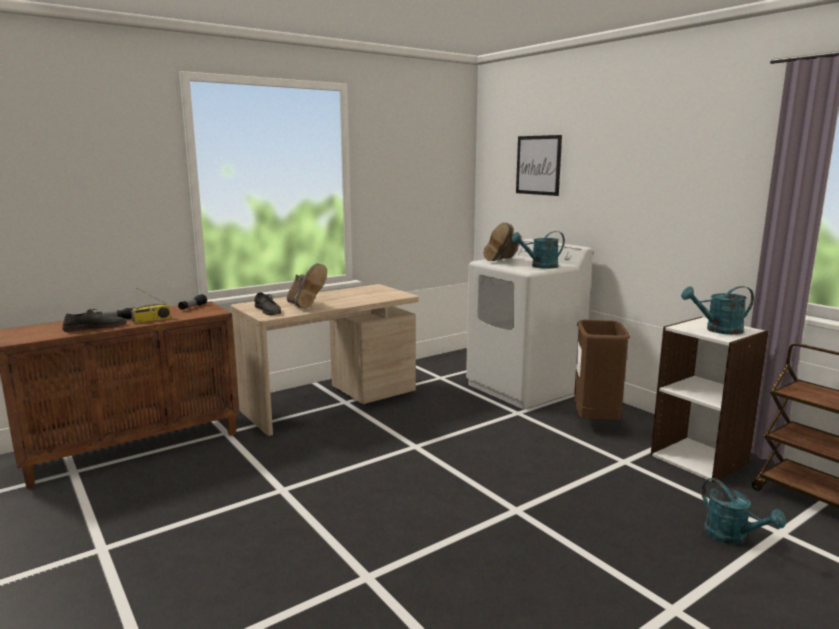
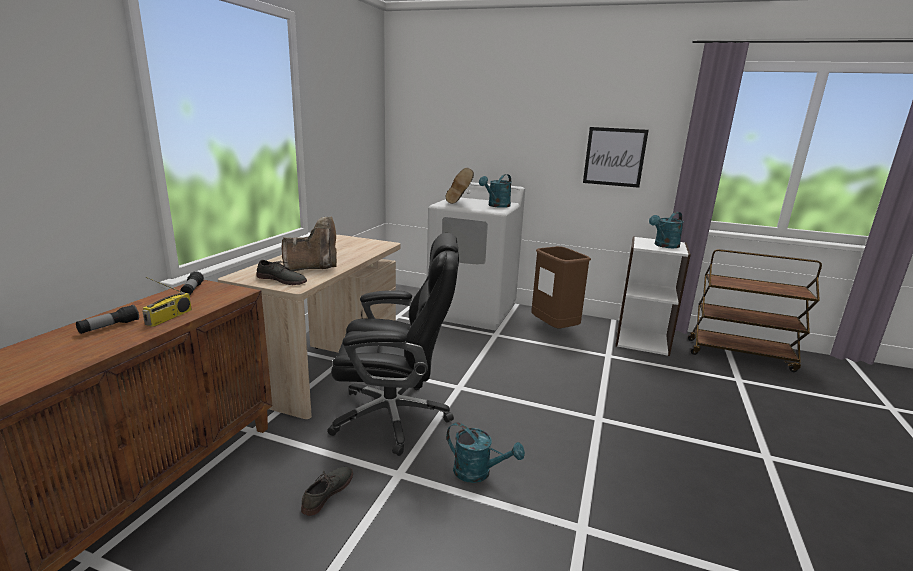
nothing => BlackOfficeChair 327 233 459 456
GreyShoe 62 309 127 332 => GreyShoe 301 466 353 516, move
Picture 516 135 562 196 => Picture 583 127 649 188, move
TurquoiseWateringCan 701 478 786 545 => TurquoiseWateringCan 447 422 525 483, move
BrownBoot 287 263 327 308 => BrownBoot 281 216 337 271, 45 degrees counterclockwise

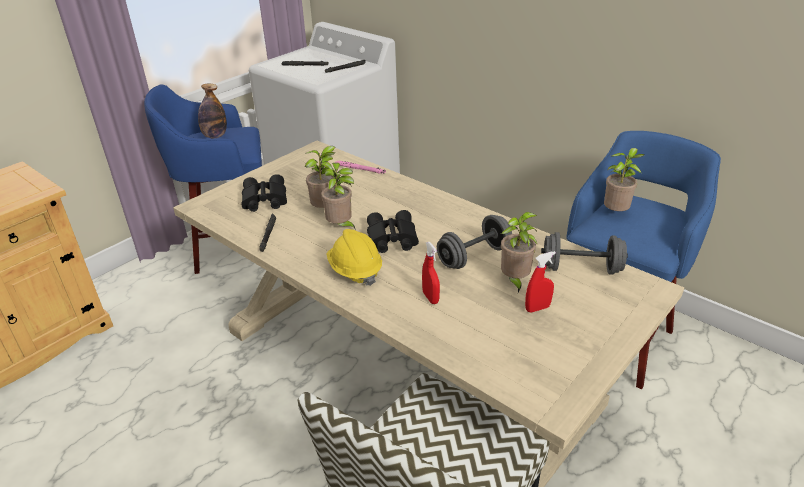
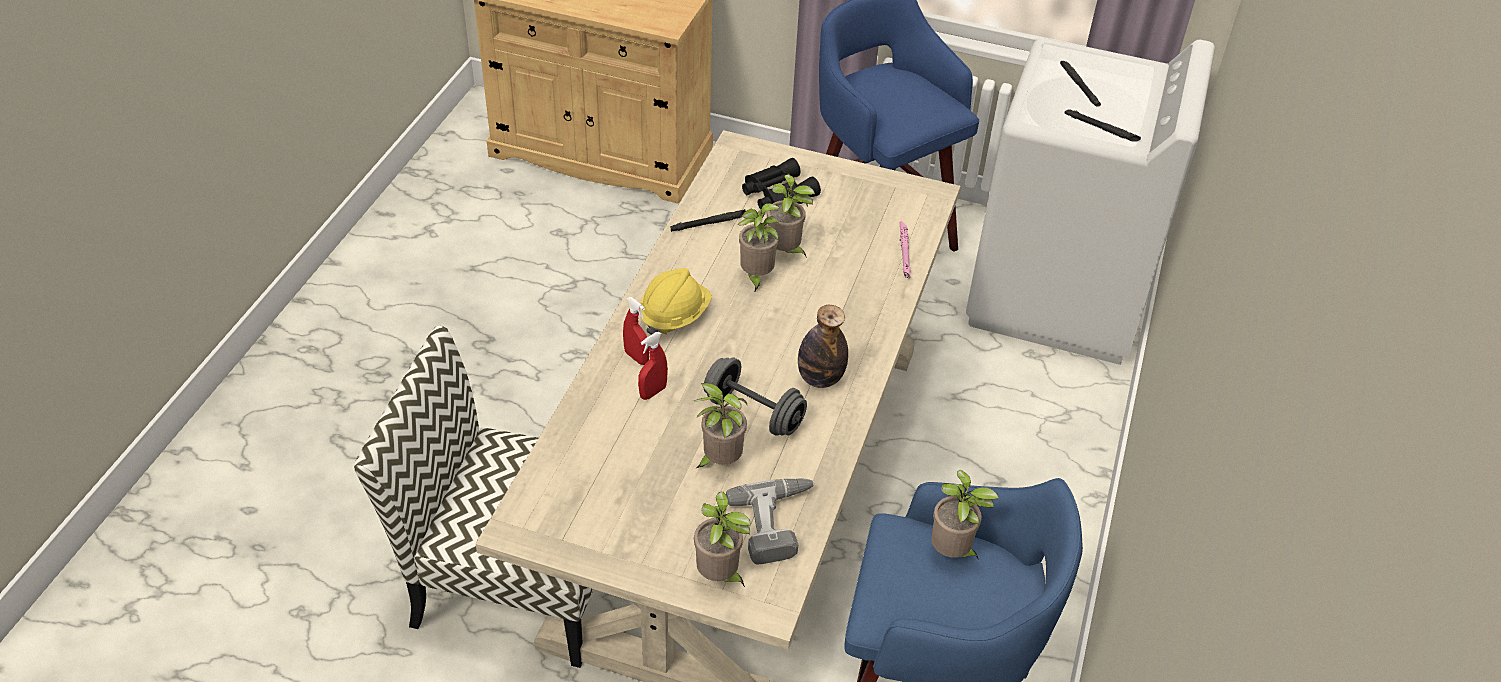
BlackBinoculars 367 210 419 253 => nothing
nothing => PottedPlant 694 492 751 587
Bottle 198 84 227 138 => Bottle 798 305 848 388, move
RedSprayBottle 525 251 556 313 => RedSprayBottle 623 297 649 365, move
GreyDumbbell 541 232 628 275 => PowerDrill 726 478 815 565

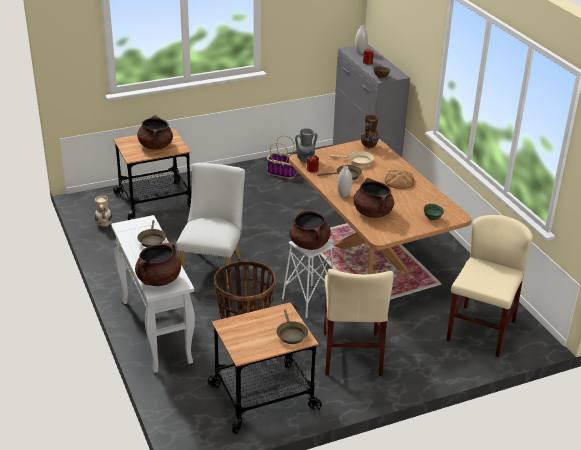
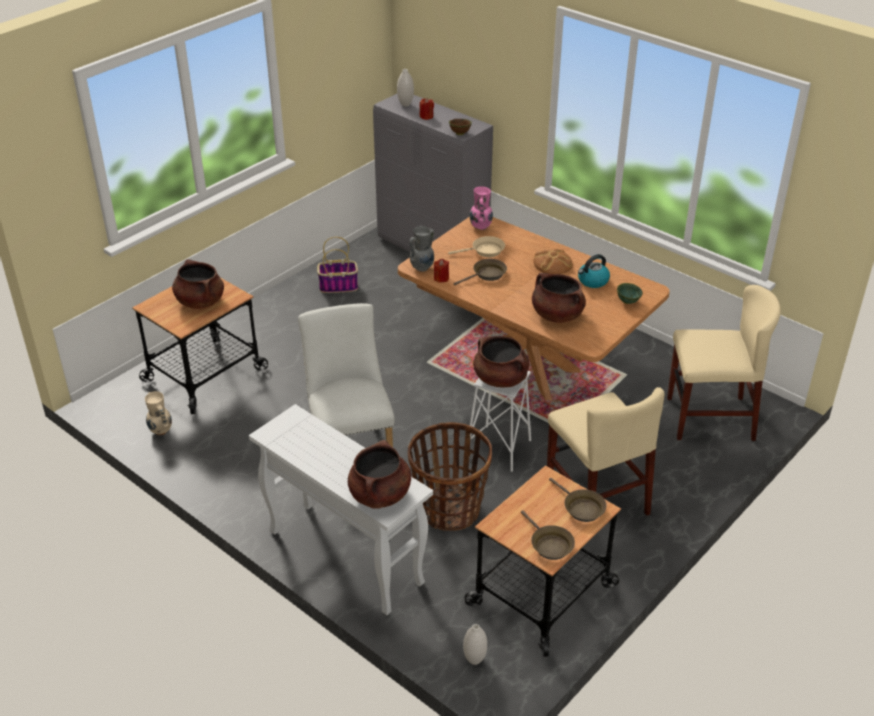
nothing => Kettle 578 254 610 288
BrownFryingPan 137 220 166 247 => BrownFryingPan 521 510 575 560, move
WhiteVase 337 166 352 197 => WhiteVase 463 624 487 665, move
BrownVase 361 115 379 149 => PinkVase 470 186 493 230
BeigeChair 446 215 533 357 => BeigeChair 667 285 781 441, 90 degrees clockwise

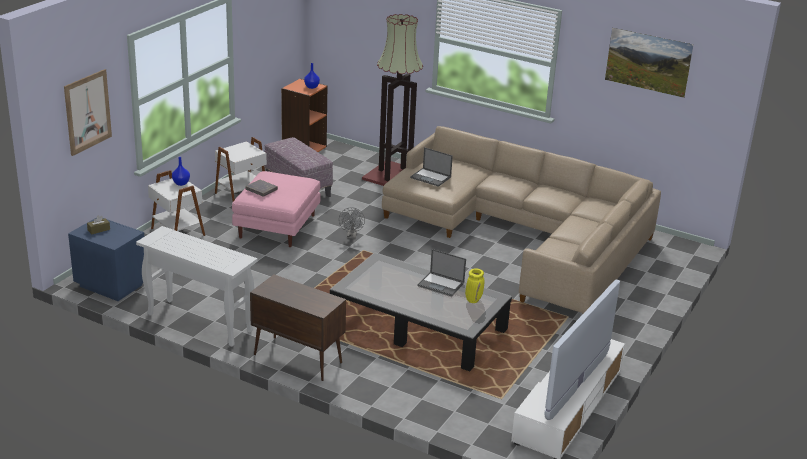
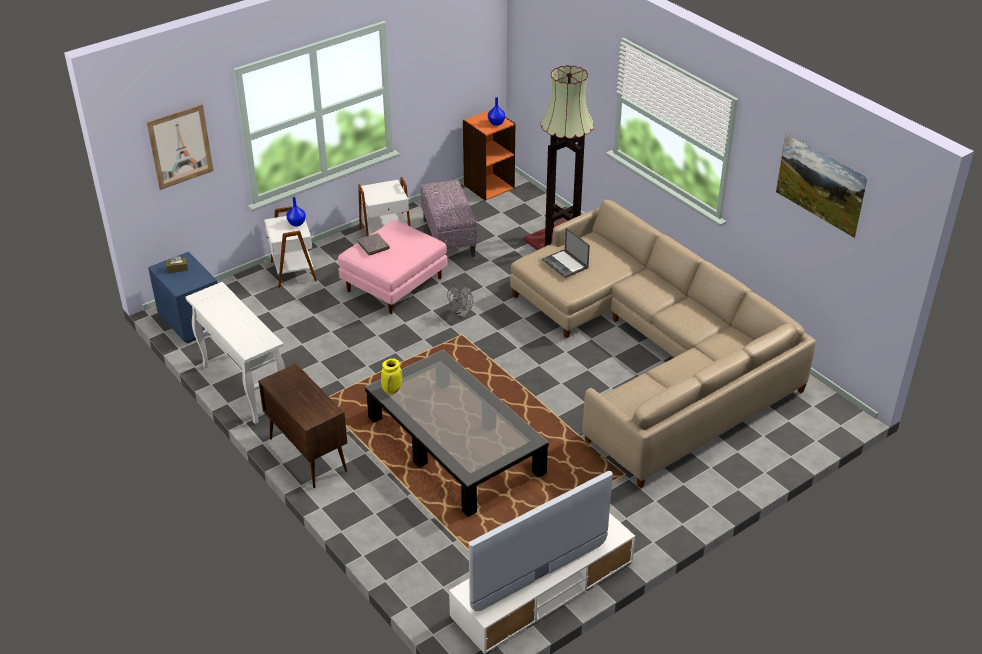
Laptop 417 249 466 296 => nothing
YellowVase 465 268 485 303 => YellowVase 381 358 403 394, move

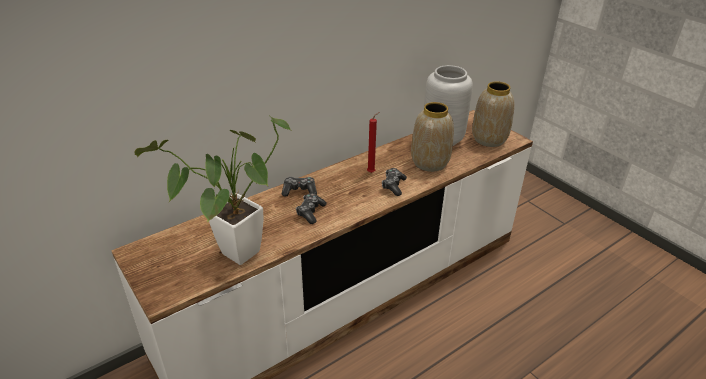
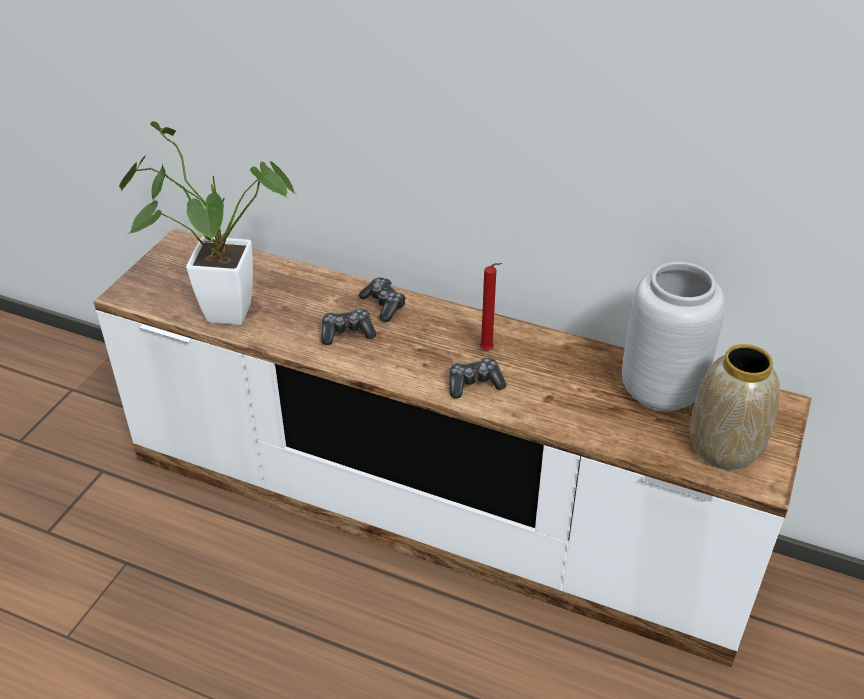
Vase 411 102 454 172 => nothing

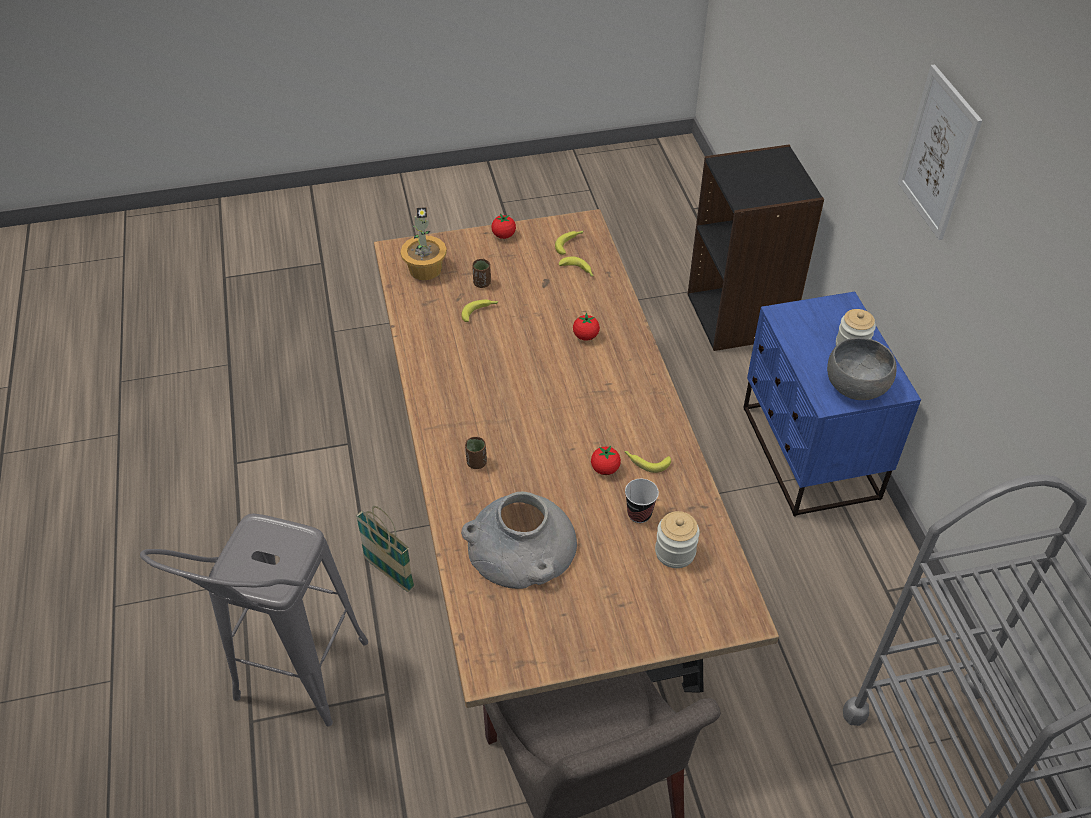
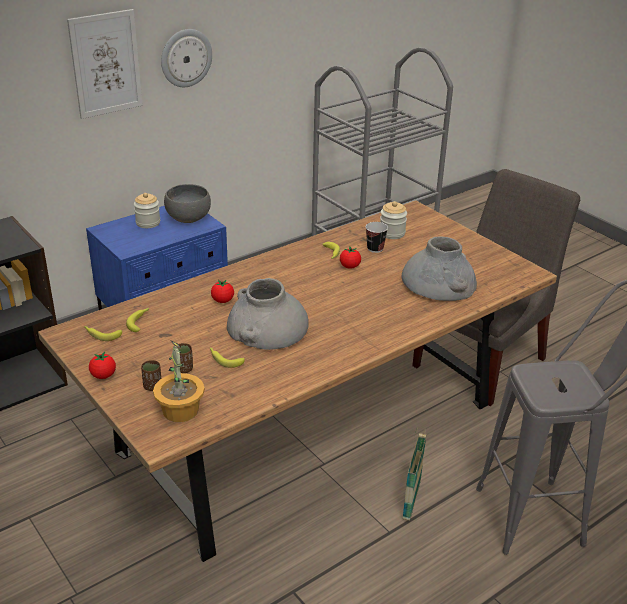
nothing => WallClock 161 29 212 87
nothing => GreyVase 227 278 309 350
BrownCup 465 437 487 469 => BrownCup 141 360 161 391, move

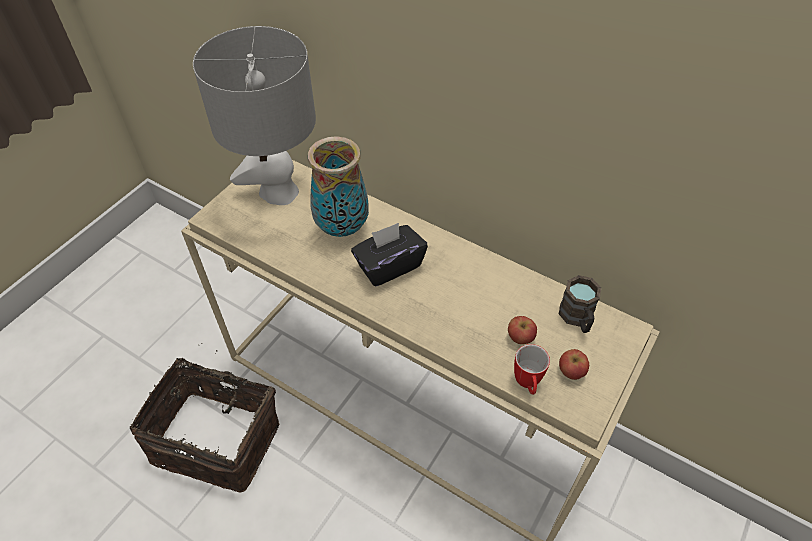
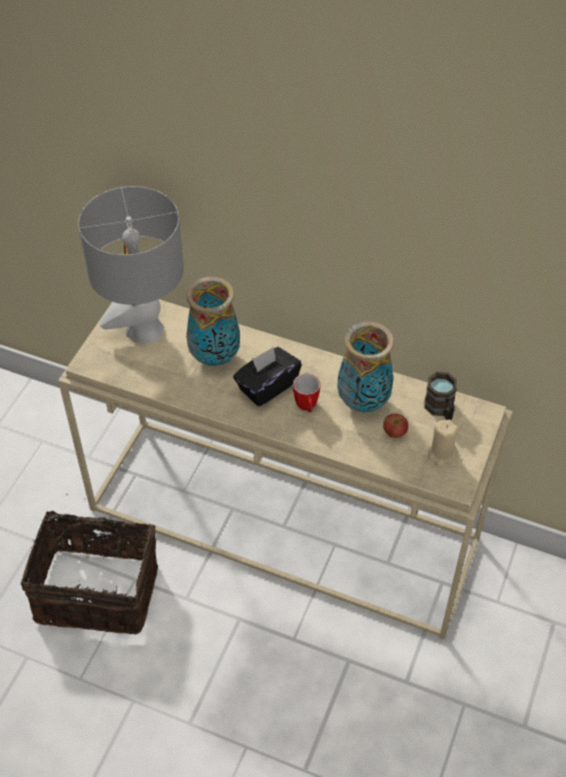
nothing => Vase 338 321 394 412
Mug 514 344 550 395 => Mug 293 374 320 412, move
Apple 559 349 589 380 => BeigeCandle 428 420 459 467

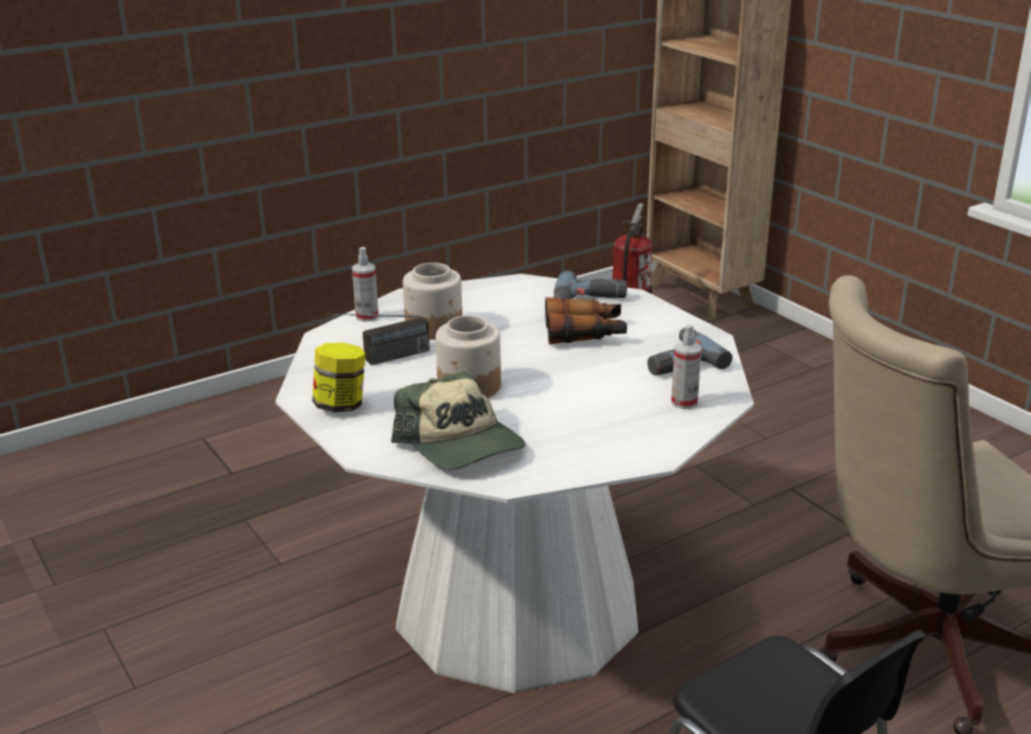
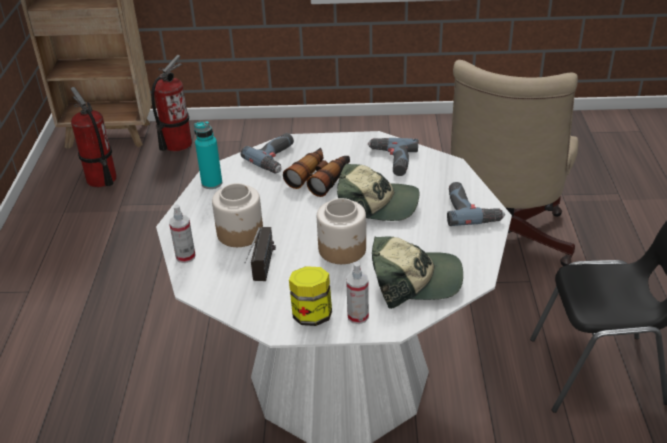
nothing => FireExtinguisher 151 55 192 152
nothing => TurquoiseBottle 194 121 222 189
nothing => Cap 337 164 419 221
nothing => PowerDrill 447 182 505 226
SprayBottle 671 324 702 409 => SprayBottle 346 262 369 324, move

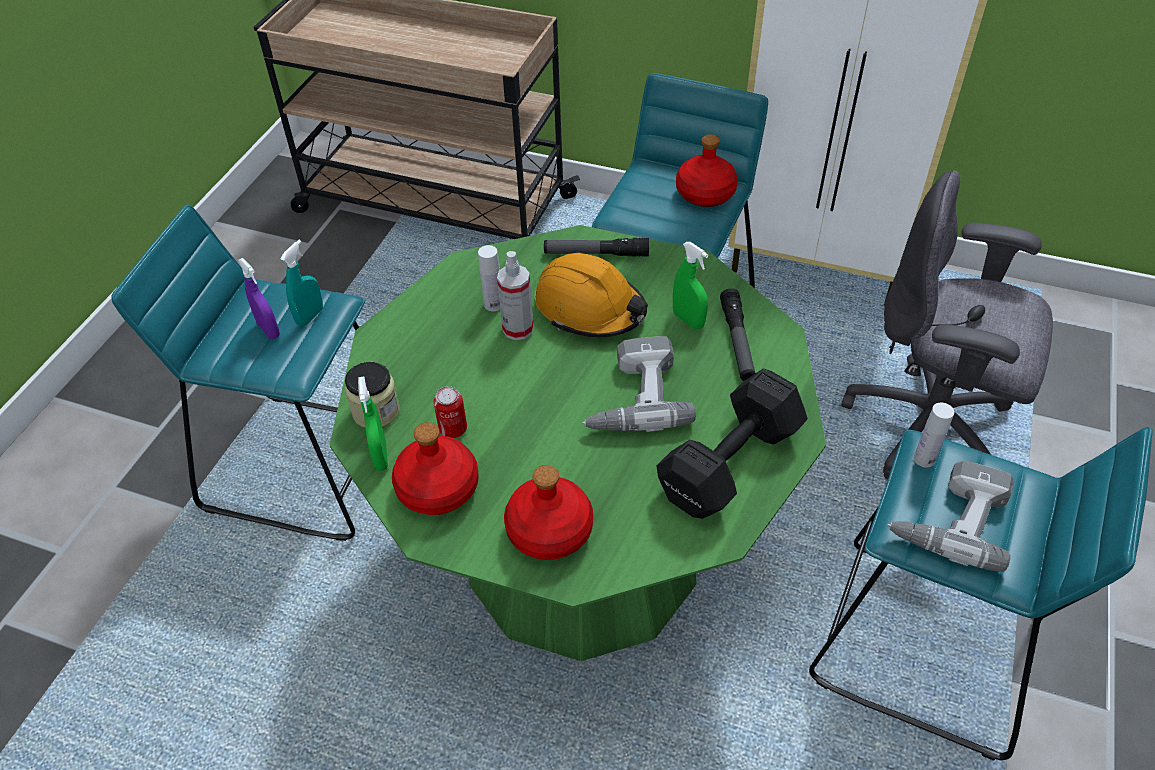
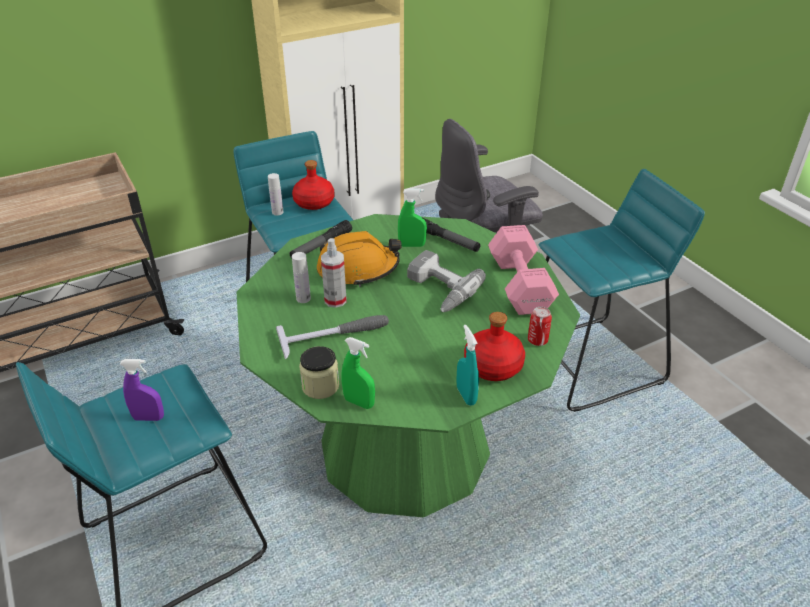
RedBottle 392 422 479 515 => nothing
PowerDrill 887 461 1014 572 => nothing
nothing => Hammer 276 315 389 360
TurquoiseSprayBottle 280 240 323 327 => TurquoiseSprayBottle 456 325 479 406, move
Can 434 386 467 438 => Can 528 307 552 346, move
WhiteBottle 914 403 954 468 => WhiteBottle 268 173 283 216, move
BlackDumbbell 656 369 808 519 => PinkDumbbell 488 225 559 315

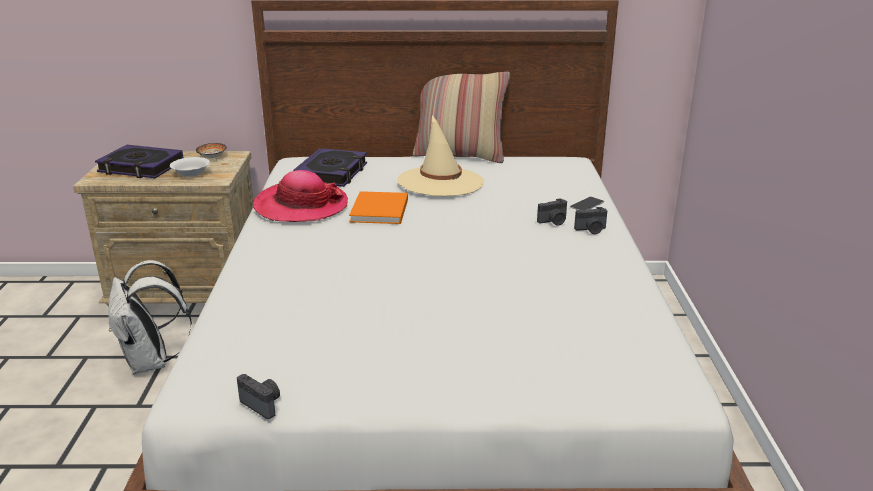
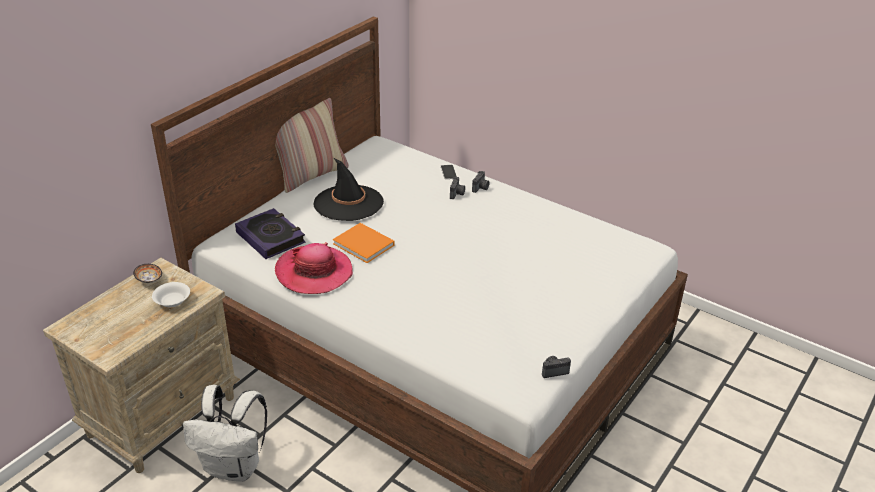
Book 95 145 183 178 => nothing
BeigeHat 397 115 484 196 => BlackHat 314 158 384 221

